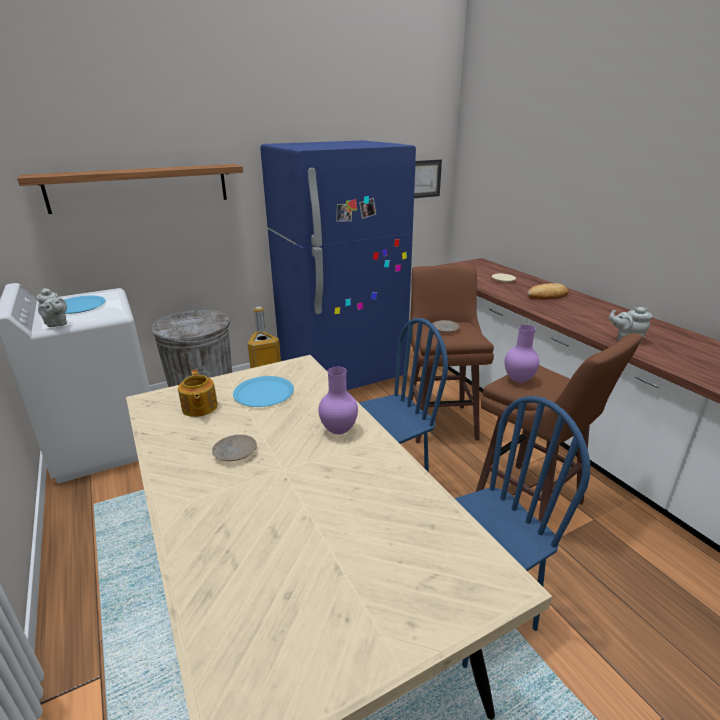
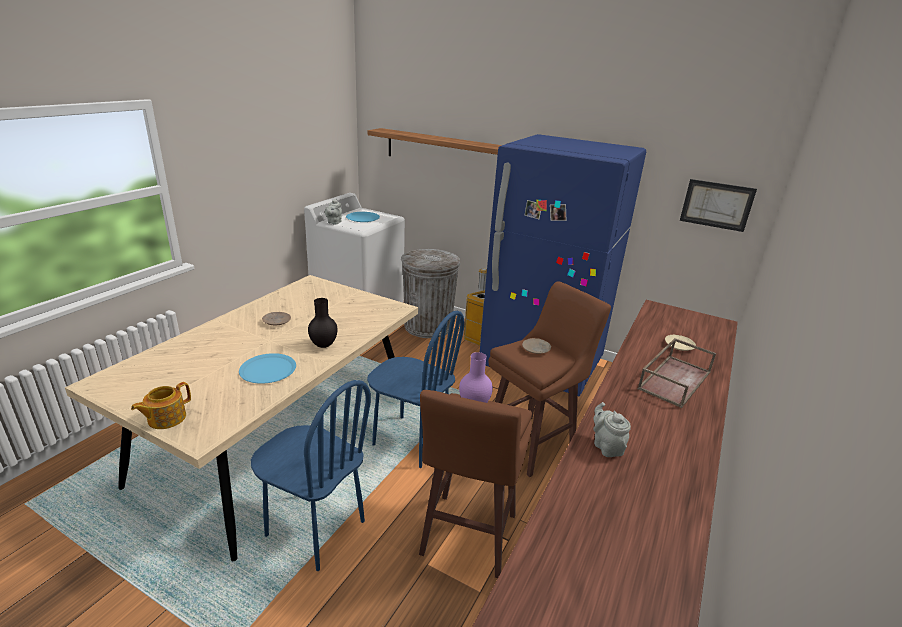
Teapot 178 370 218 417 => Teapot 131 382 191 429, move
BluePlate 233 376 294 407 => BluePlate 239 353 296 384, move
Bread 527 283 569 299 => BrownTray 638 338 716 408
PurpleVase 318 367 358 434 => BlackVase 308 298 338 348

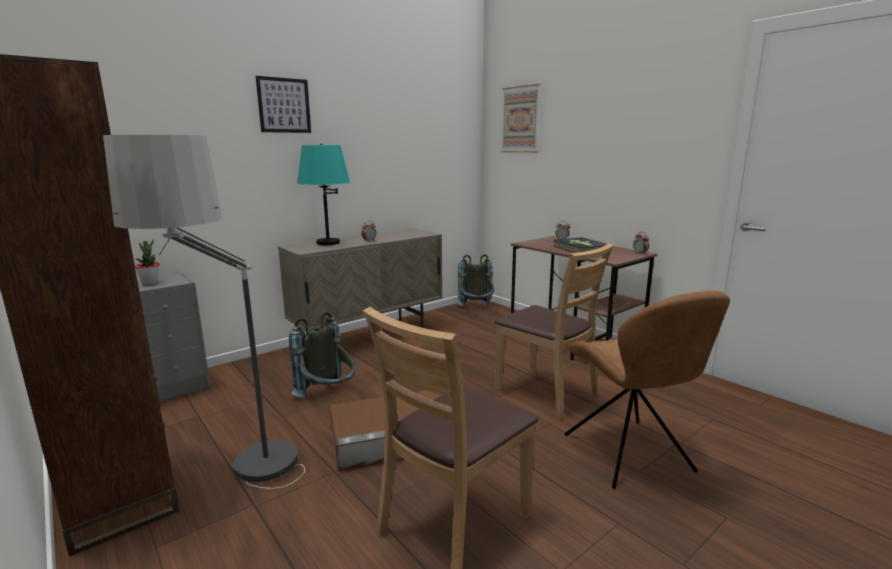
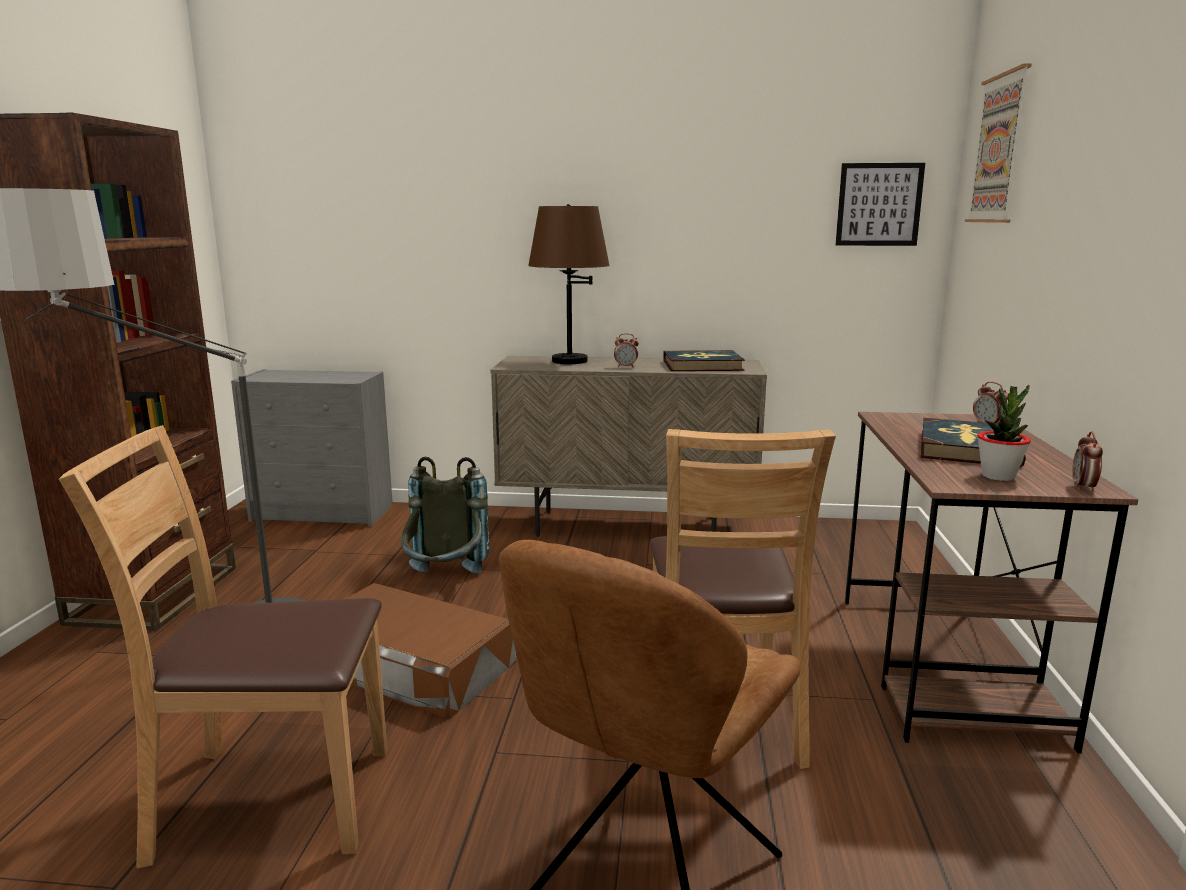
GreyBackpack 456 255 494 307 => nothing
nothing => Book 663 350 745 371
PottedPlant 135 240 160 285 => PottedPlant 977 385 1031 481, move
Picture 256 76 311 133 => Picture 836 163 925 246, move
TurquoiseTableLamp 297 144 350 245 => BrownTableLamp 528 204 610 364

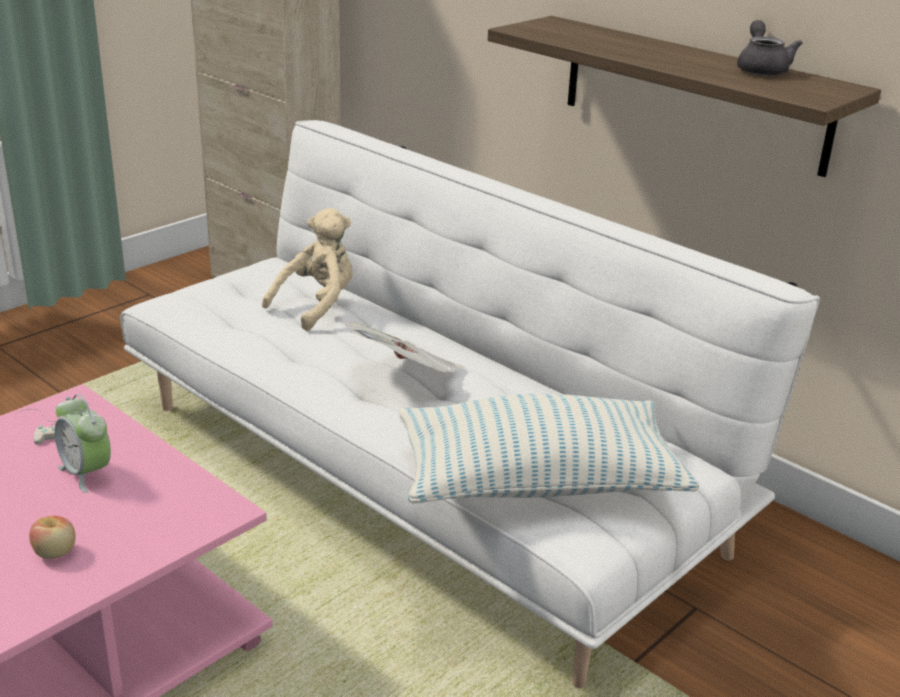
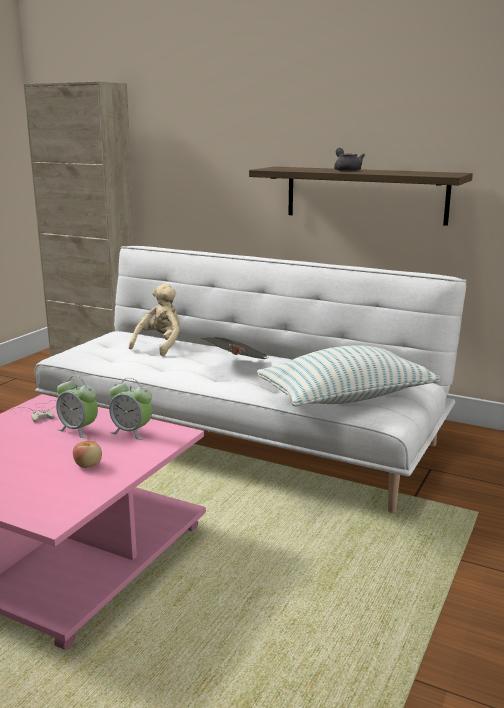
nothing => AlarmClock 109 378 152 440
GreyTeapot 737 20 803 76 => GreyTeapot 334 148 365 172, move

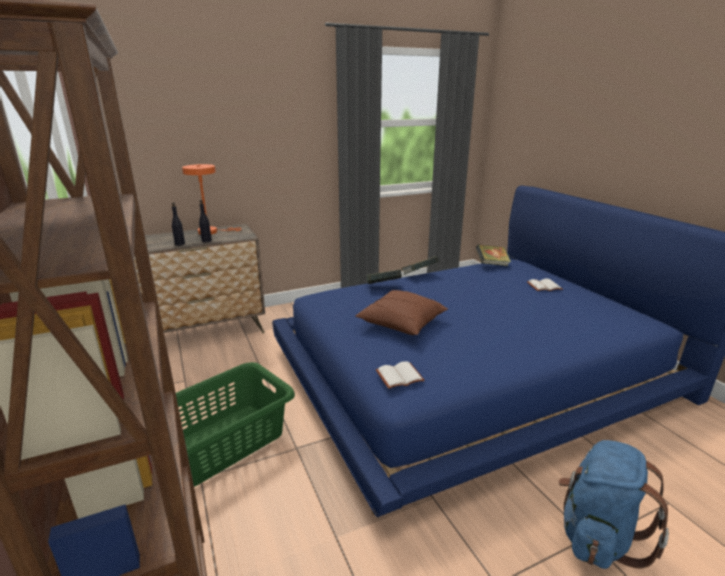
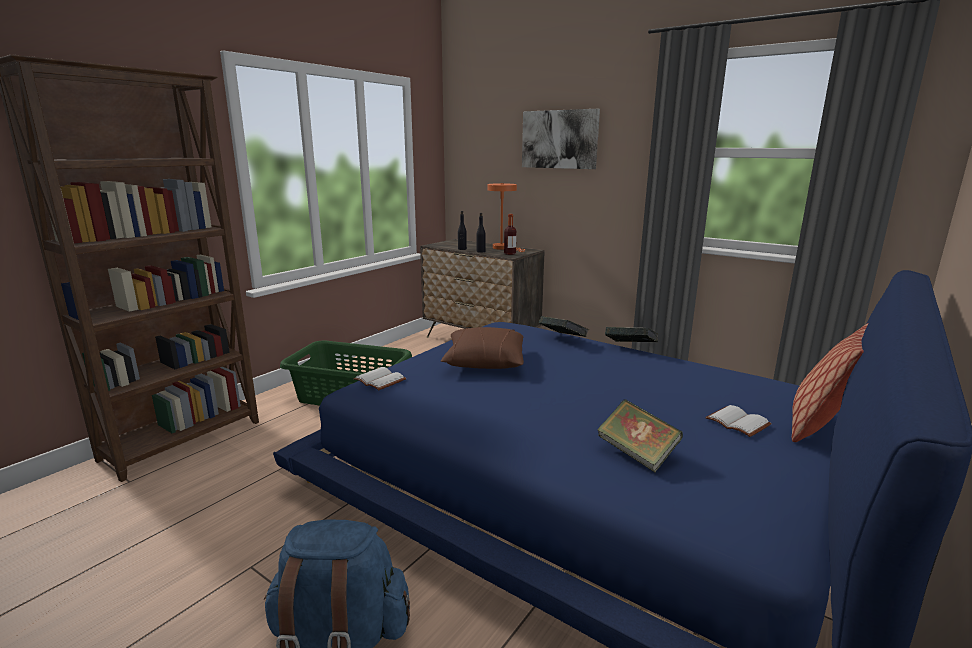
nothing => Bottle 504 214 516 255
nothing => Picture 522 109 600 169
nothing => Pillow 792 323 868 442
Book 476 244 511 266 => Book 597 399 683 472, move

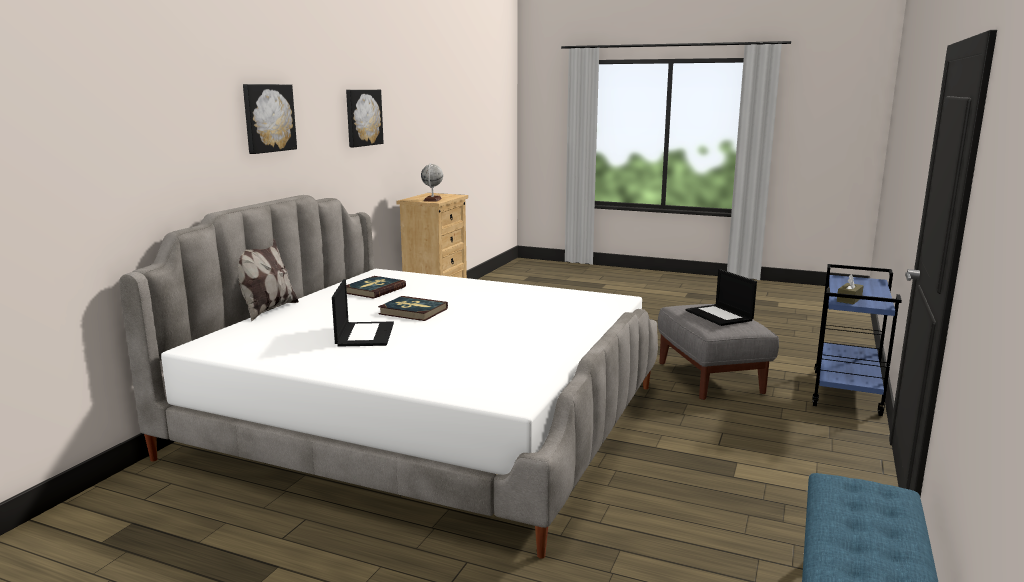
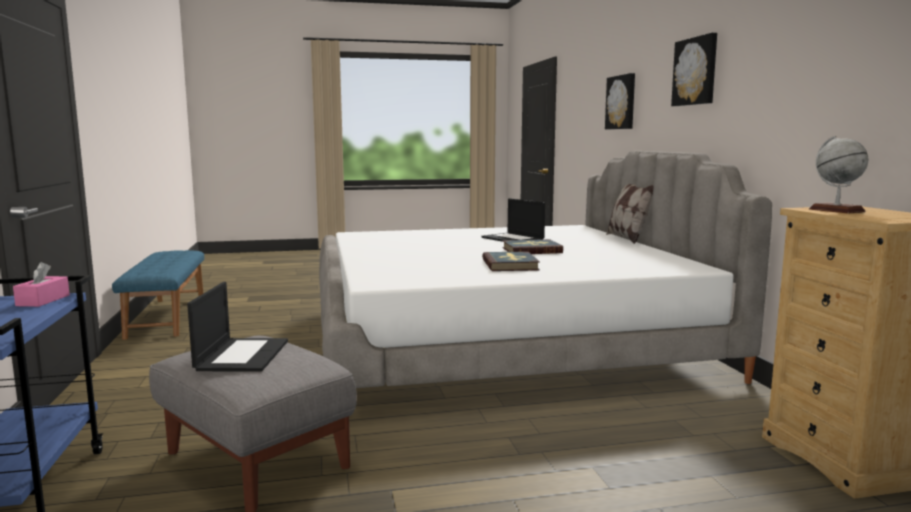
Picture 346 90 384 147 => Picture 605 73 635 129, move
Book 346 276 406 299 => Book 482 251 540 271, move
BrownTissueBox 837 274 864 304 => PinkTissueBox 13 262 70 307
Laptop 686 269 757 326 => Laptop 187 282 288 372, 60 degrees clockwise

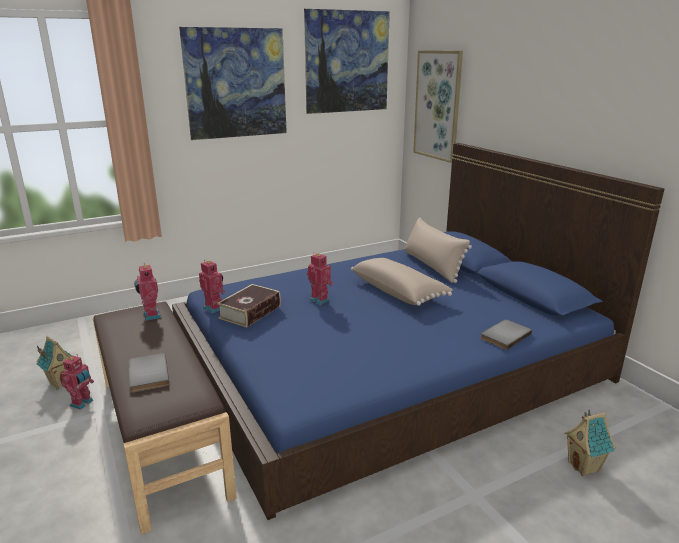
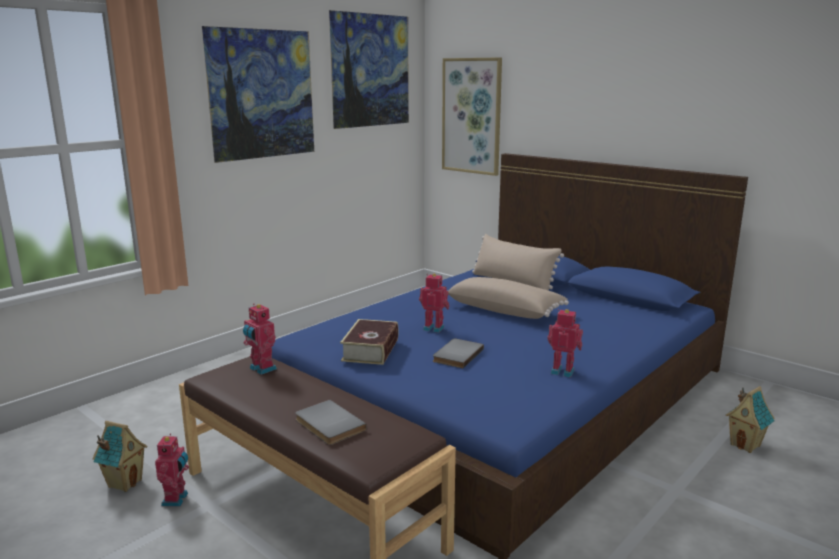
ToyRobot 199 260 225 314 => ToyRobot 547 309 583 377, move
GreyBook 481 320 532 350 => GreyBook 433 339 484 368, move

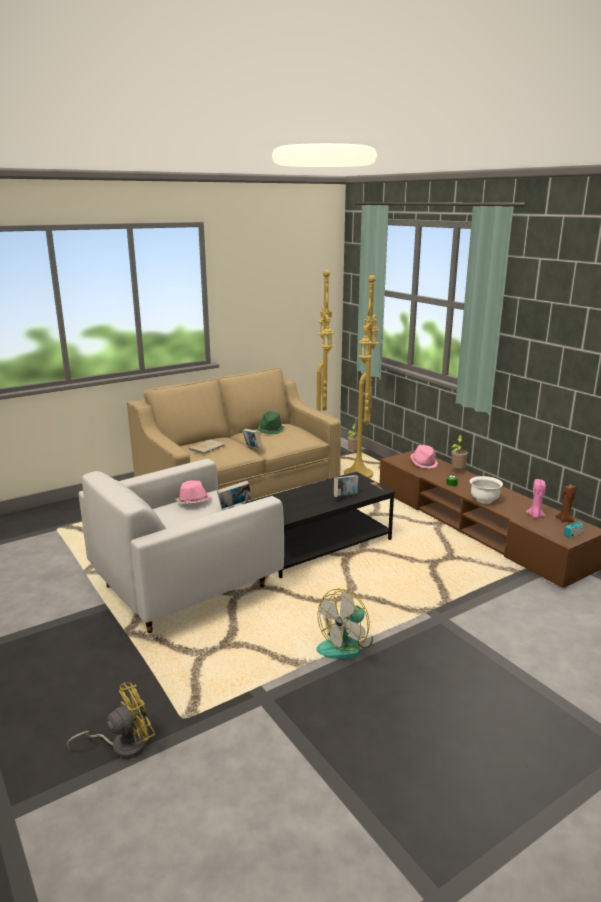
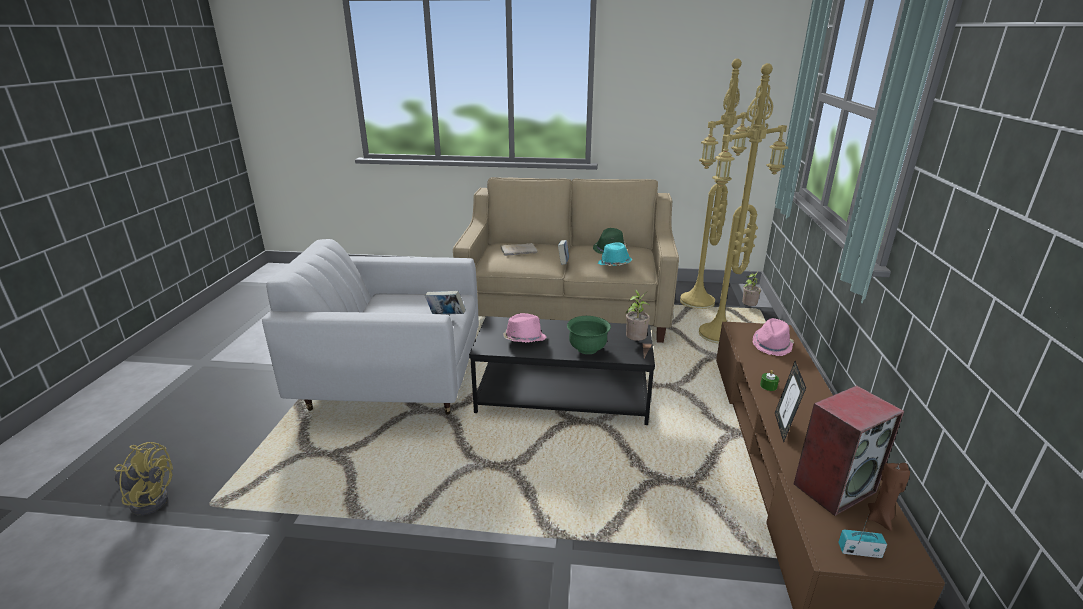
Fan 316 589 373 659 => nothing
nothing => TurquoiseHat 598 242 632 266
PinkHat 176 480 212 504 => PinkHat 503 313 547 343, move
PottedPlant 450 435 468 469 => PottedPlant 626 289 651 341, move
Book 334 475 359 497 => GreenBowl 567 316 611 354
WhiteBowl 470 476 503 504 => PictureFrame 775 361 806 442
PinkCandle 526 479 546 518 => Speaker 794 385 904 516

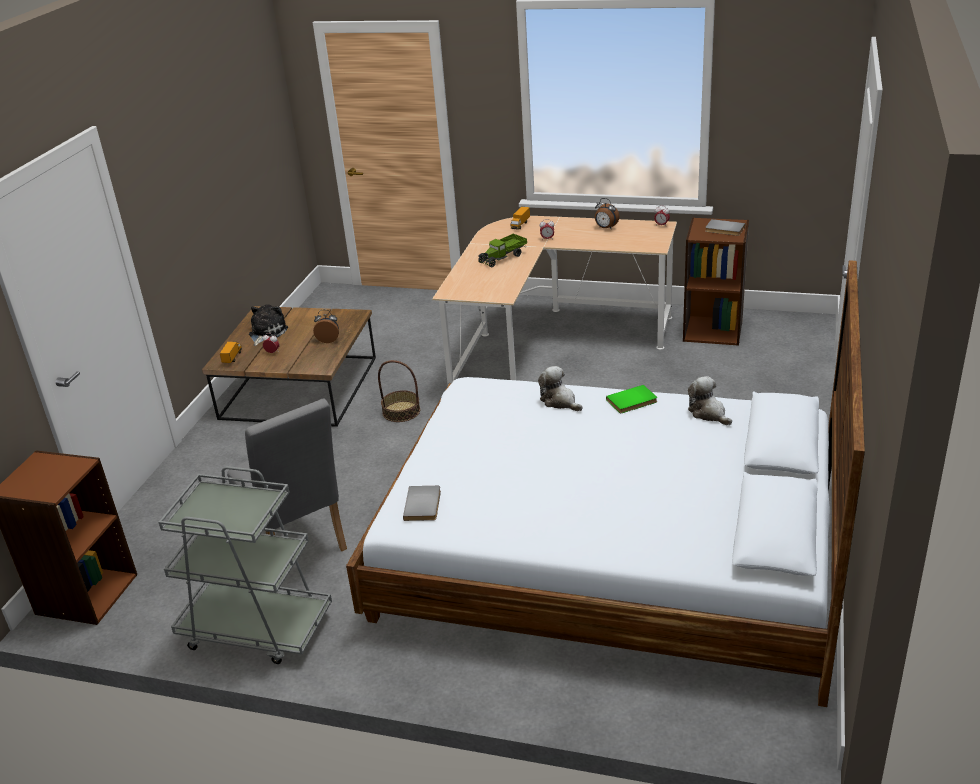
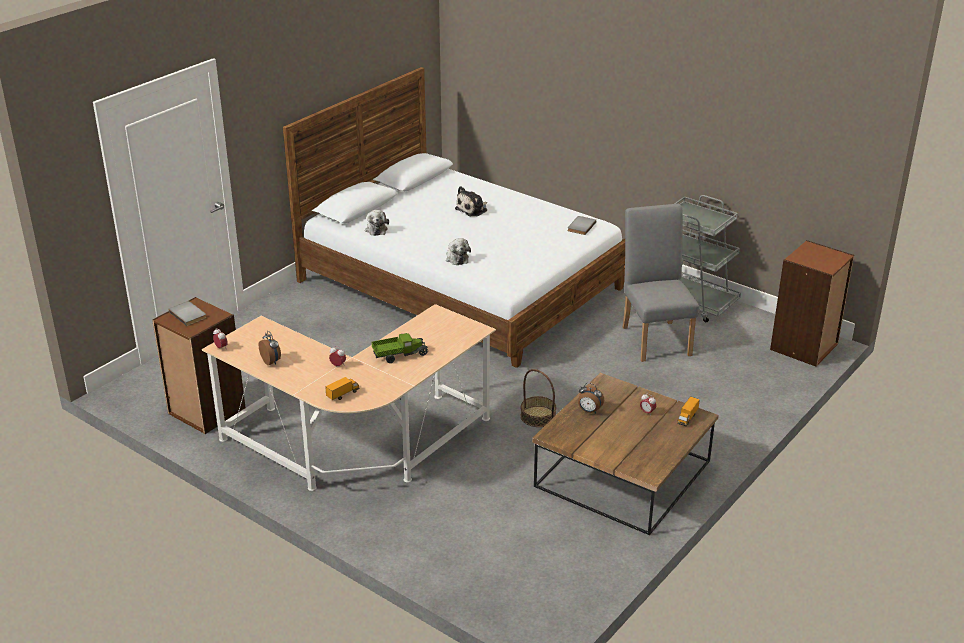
GreenBook 606 385 657 413 => nothing
PlushToy 249 305 288 346 => PlushToy 455 186 487 216, move

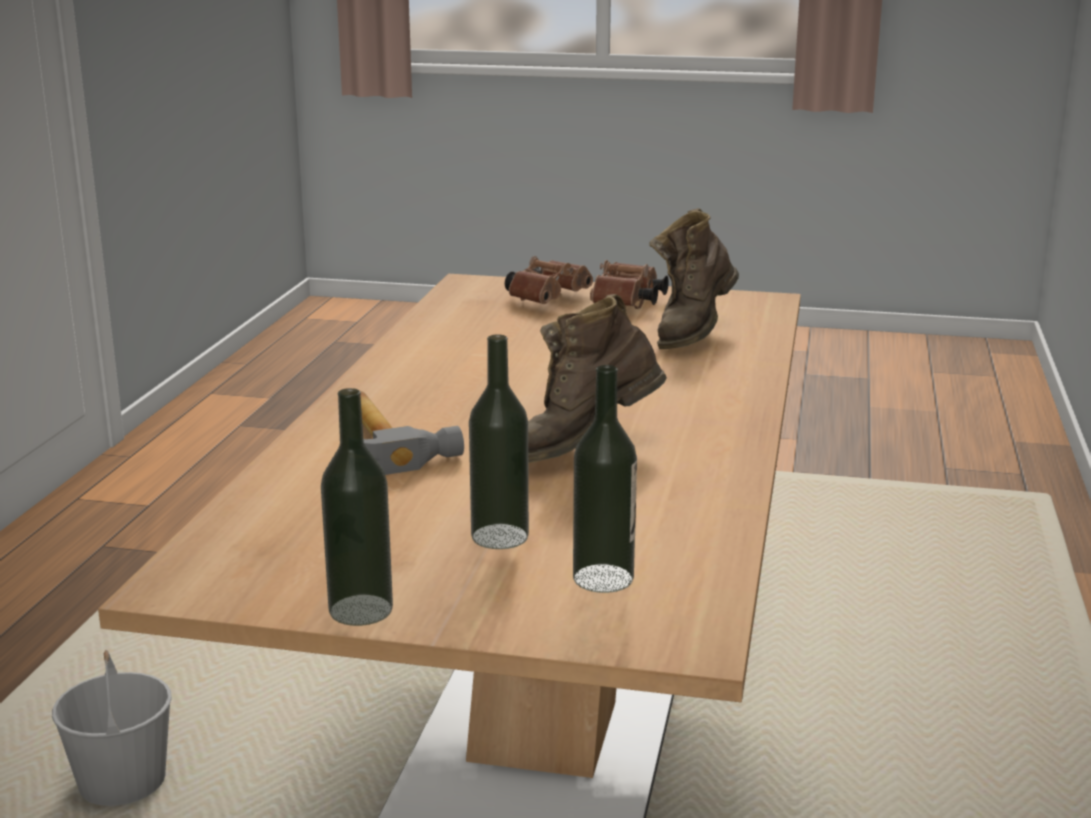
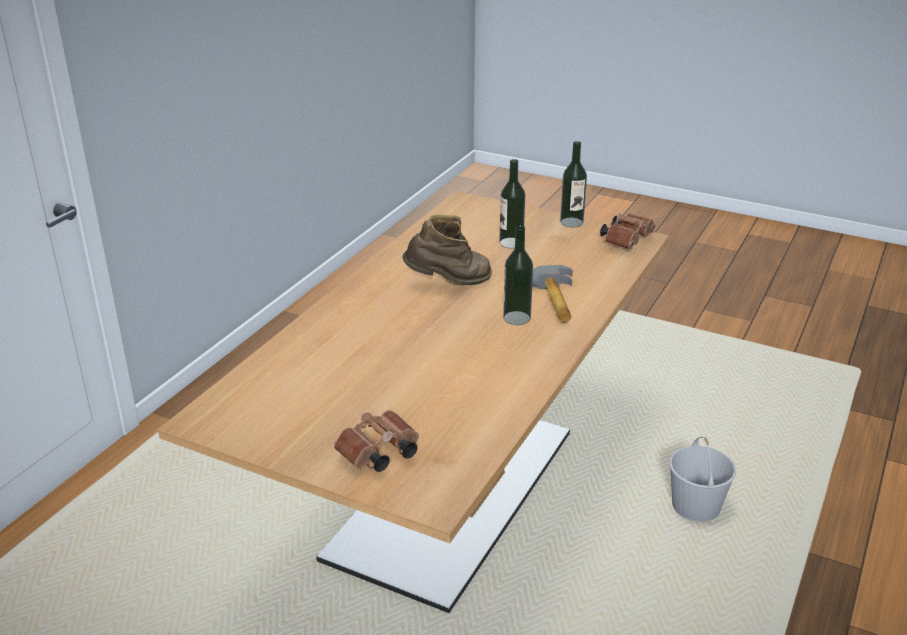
BrownBoot 649 208 739 349 => nothing
Bottle 573 365 637 593 => Bottle 503 226 533 325, move
BrownBinoculars 590 260 669 309 => BrownBinoculars 600 213 656 250, move

